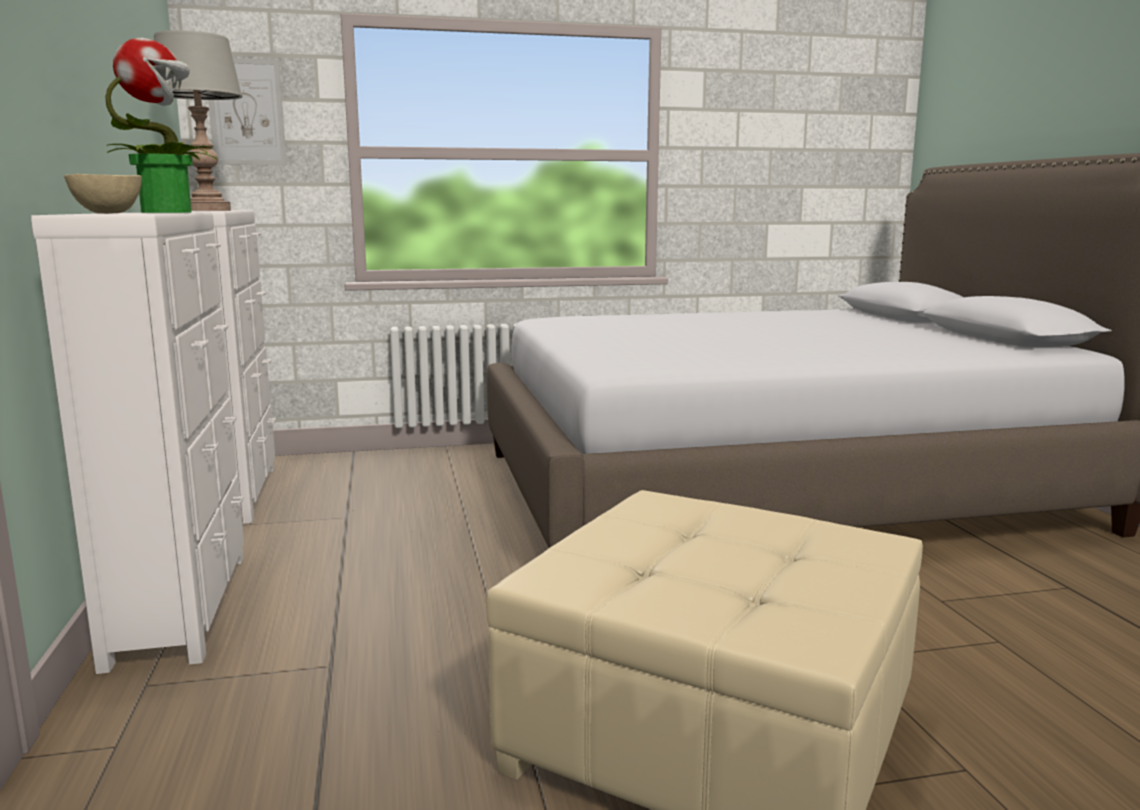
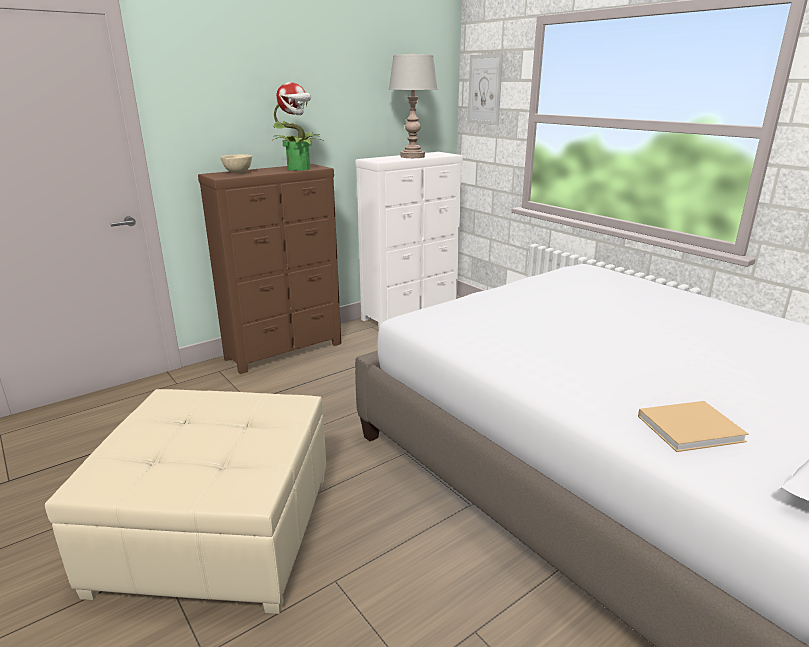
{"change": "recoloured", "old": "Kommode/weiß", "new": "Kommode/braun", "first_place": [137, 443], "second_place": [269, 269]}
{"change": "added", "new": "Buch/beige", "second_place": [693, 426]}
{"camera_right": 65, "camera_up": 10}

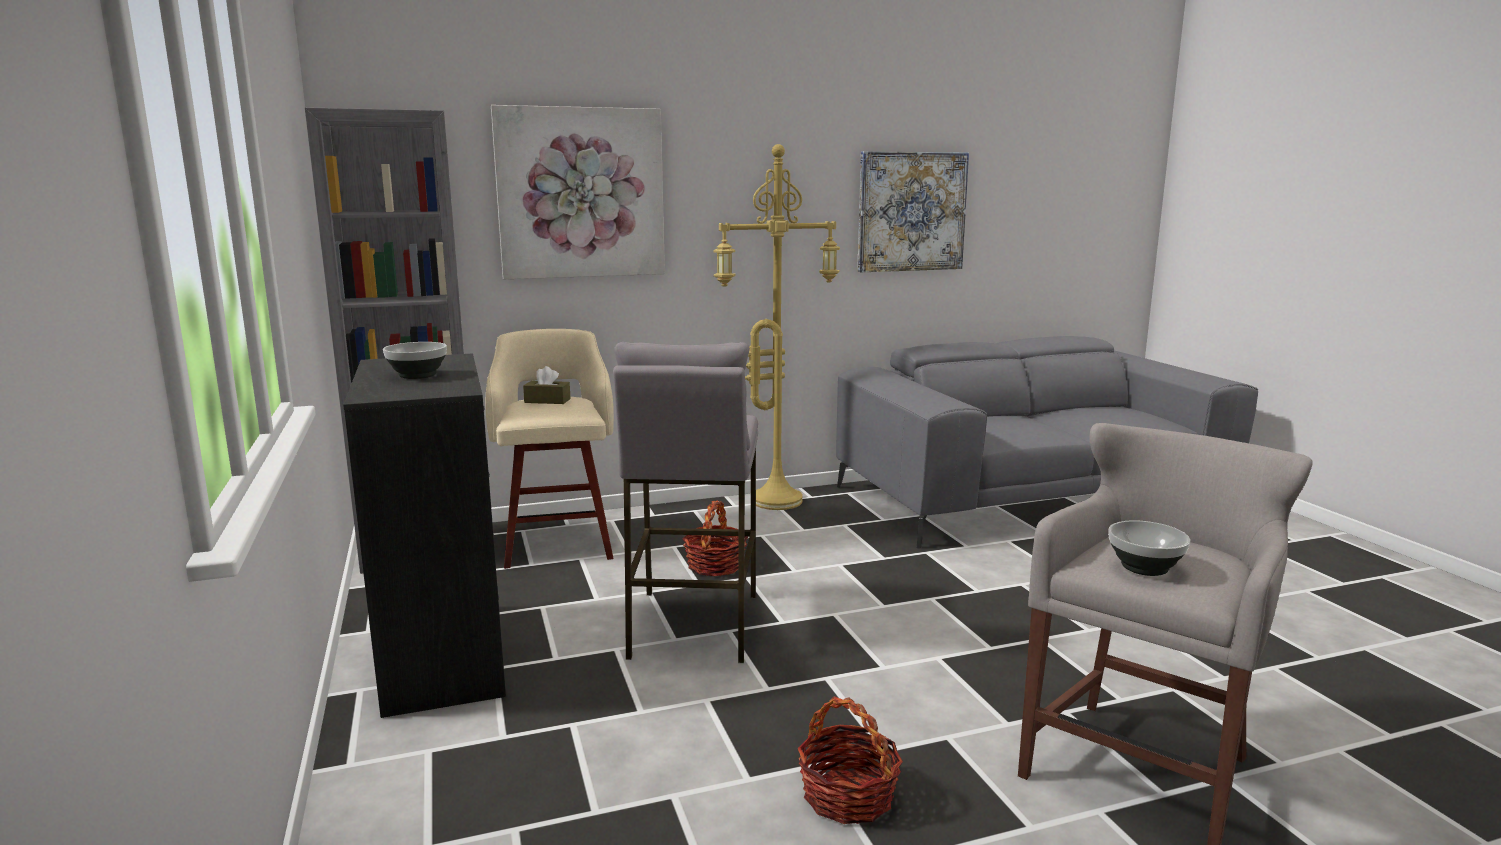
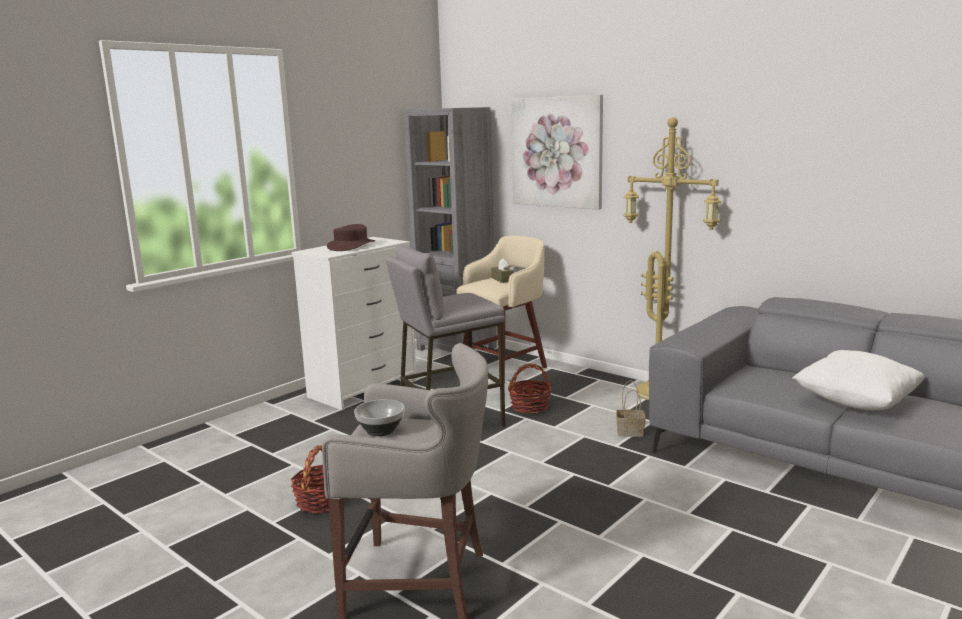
{"change": "recoloured", "old": "Kommode/schwarz", "new": "Kommode/weiß", "first_place": [424, 536], "second_place": [354, 323]}
{"change": "replaced", "old": "Schüssel", "new": "Hut/braun", "first_place": [415, 360], "second_place": [351, 237]}
{"change": "removed", "old": "Bild", "first_place": [913, 211]}
{"change": "added", "new": "Korb", "second_place": [630, 408]}
{"change": "added", "new": "Kissen/weiß", "second_place": [859, 380]}
{"camera_right": 60, "camera_up": 0}

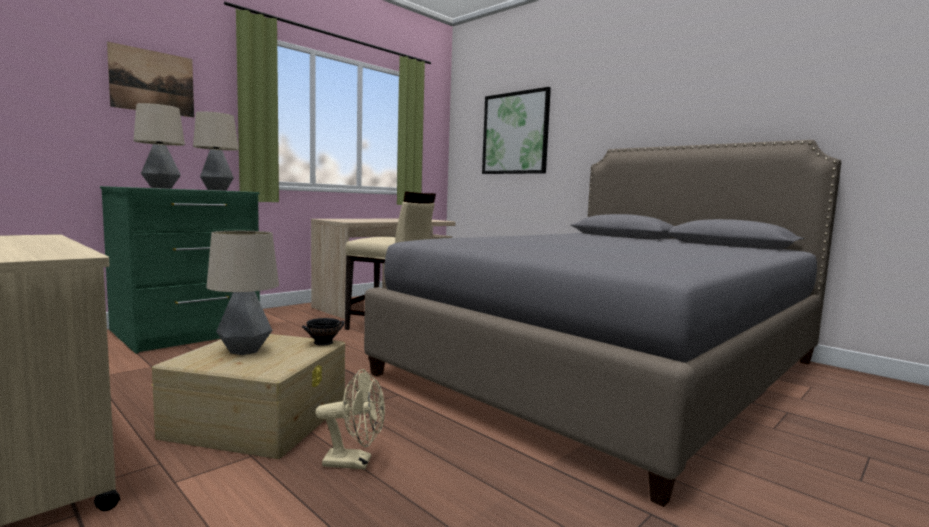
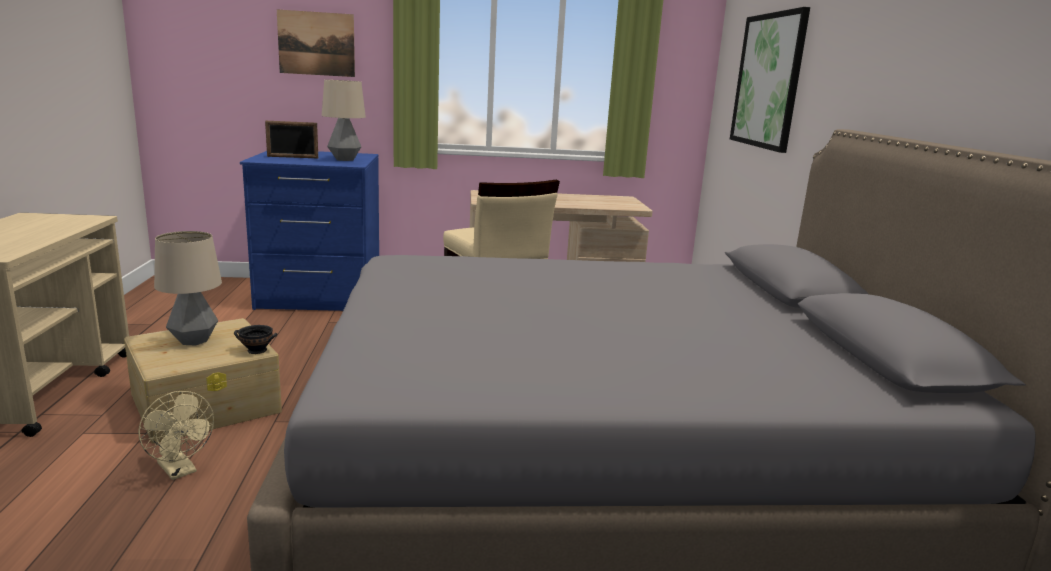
{"change": "recoloured", "old": "Kommode/grün", "new": "Kommode/blau", "first_place": [180, 270], "second_place": [309, 231]}
{"change": "replaced", "old": "Tischlampe", "new": "Bilderrahmen", "first_place": [159, 145], "second_place": [291, 139]}
{"camera_right": 40, "camera_up": 10}

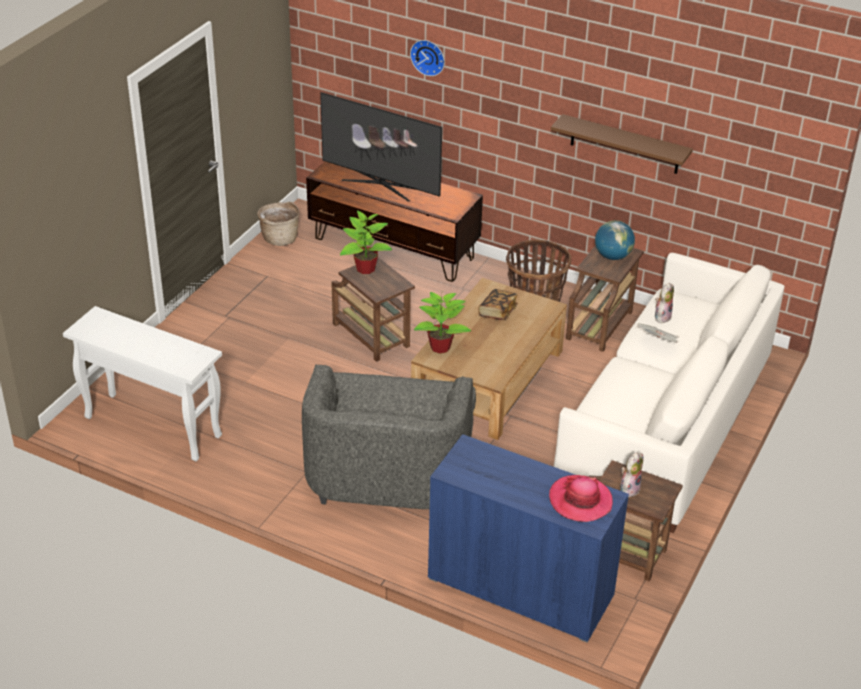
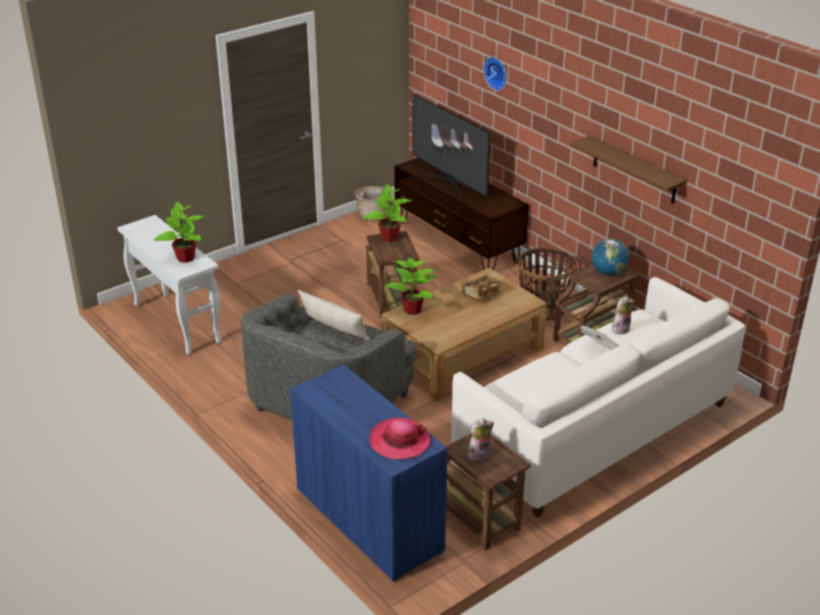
{"change": "added", "new": "Topfpflanze", "second_place": [179, 232]}
{"change": "added", "new": "Kissen/beige", "second_place": [334, 315]}
{"camera_right": 25, "camera_up": -5}

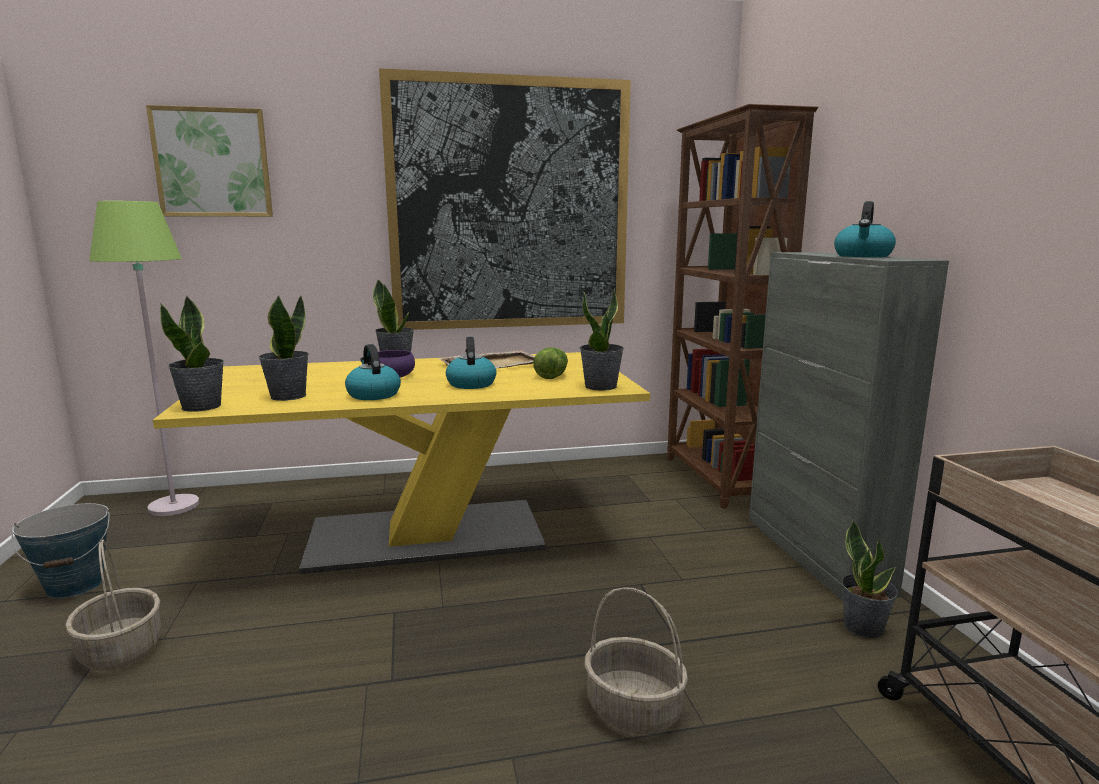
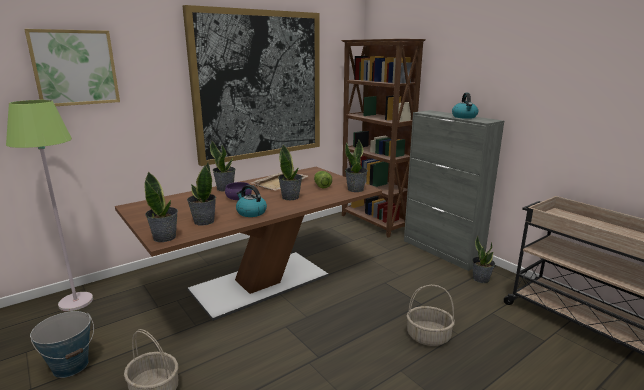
{"change": "recoloured", "old": "Esstisch/gelb", "new": "Esstisch/braun", "first_place": [401, 463], "second_place": [248, 244]}
{"change": "replaced", "old": "Wasserkessel", "new": "Topfpflanze", "first_place": [471, 363], "second_place": [290, 172]}
{"camera_right": -25, "camera_up": 5}

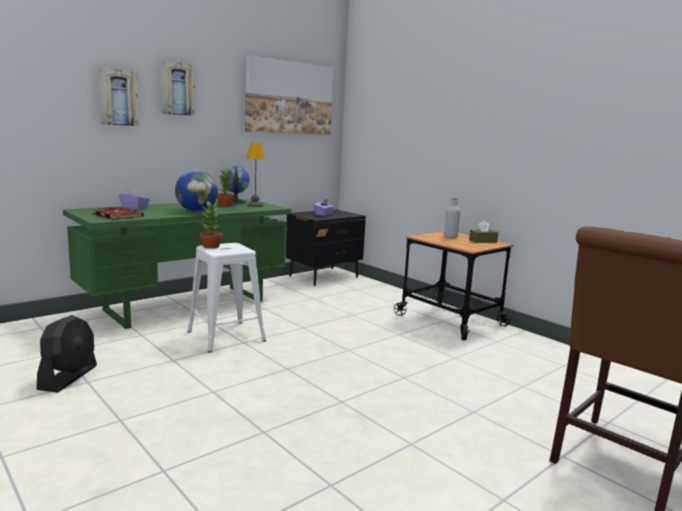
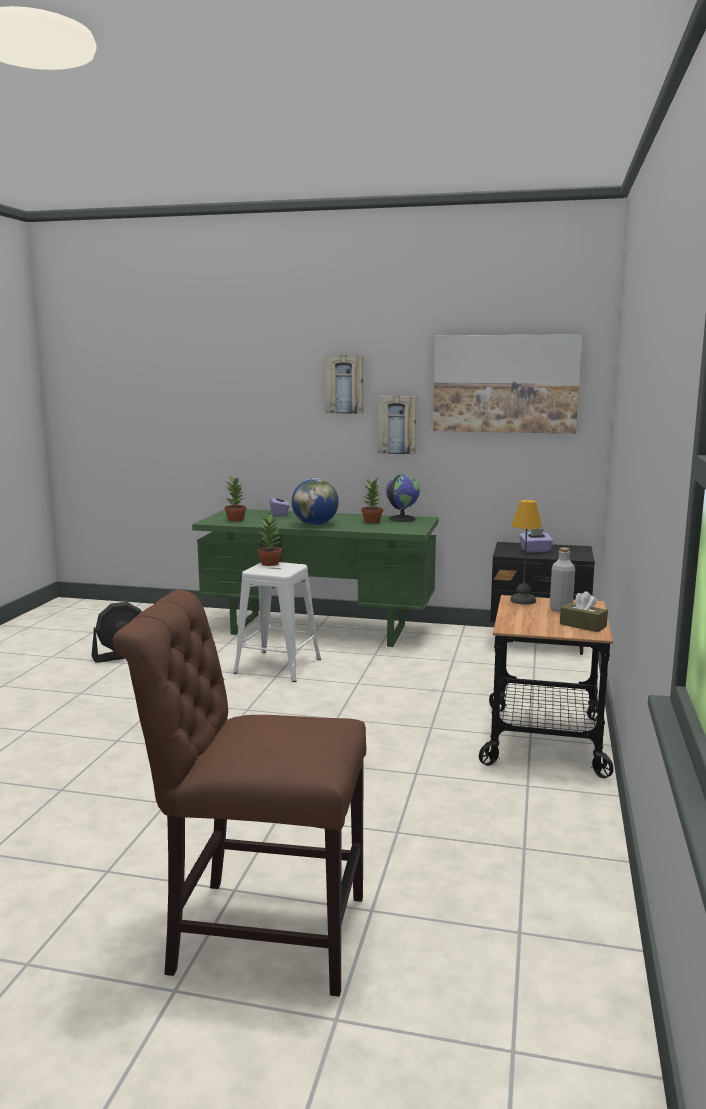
{"change": "replaced", "old": "Buch", "new": "Topfpflanze", "first_place": [118, 213], "second_place": [236, 498]}
{"change": "moved", "old": "Bild", "first_place": [118, 97], "second_place": [397, 425]}
{"change": "moved", "old": "Tischlampe", "first_place": [256, 175], "second_place": [526, 552]}
{"camera_right": 55, "camera_up": 0}

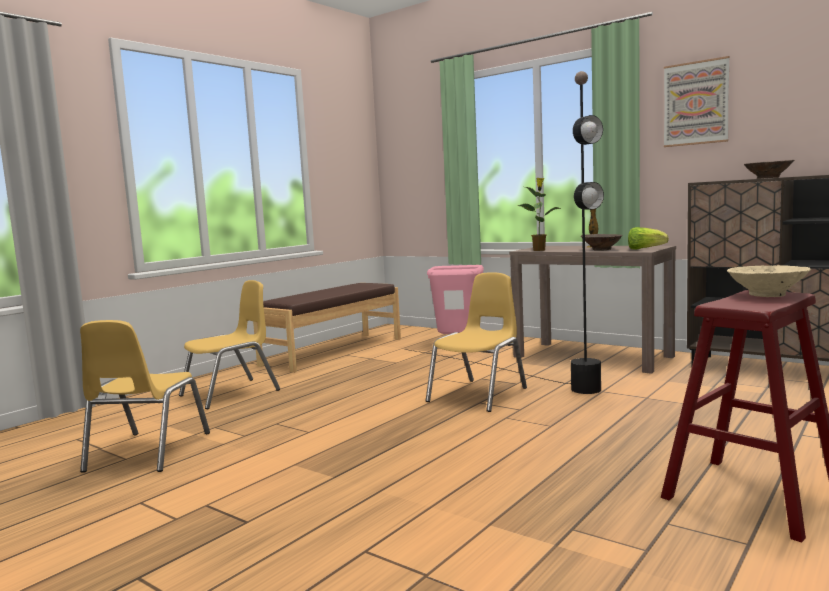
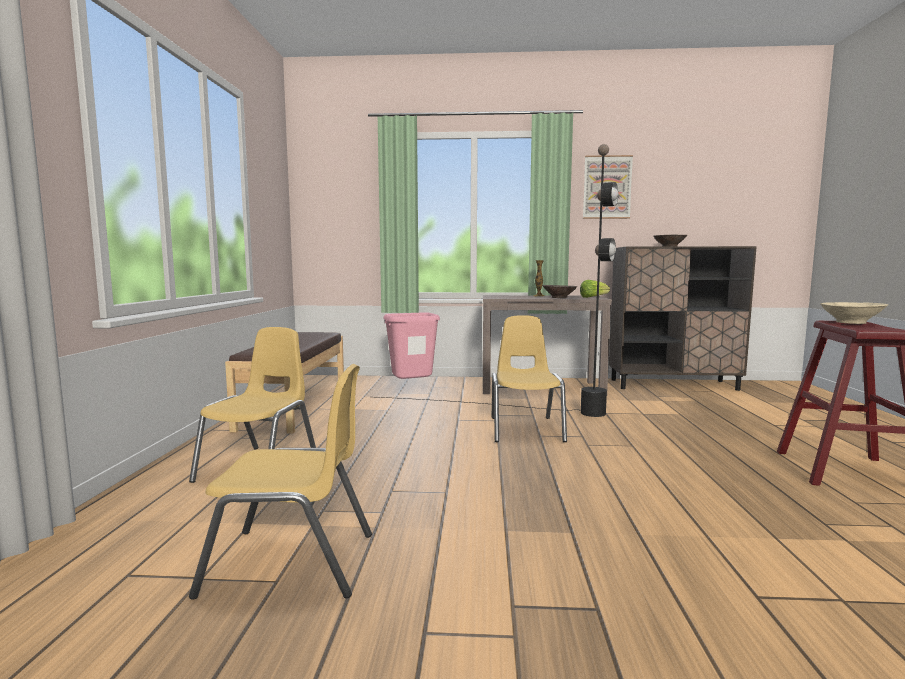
{"change": "turned", "old": "Stuhl/gelb", "first_place": [145, 396], "second_place": [280, 481], "degrees": -60}
{"change": "removed", "old": "Topfpflanze", "first_place": [539, 214]}
{"camera_right": -35, "camera_up": 0}

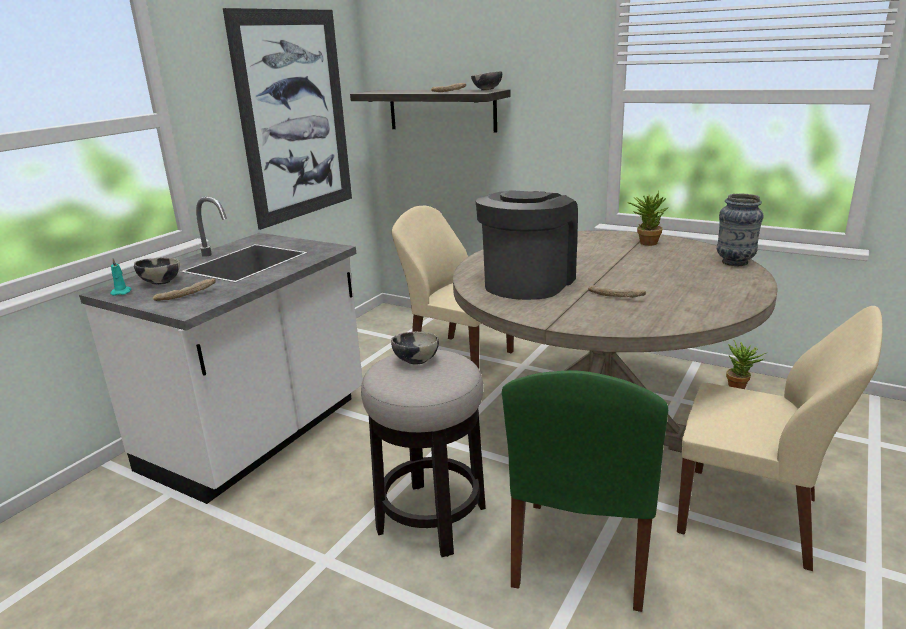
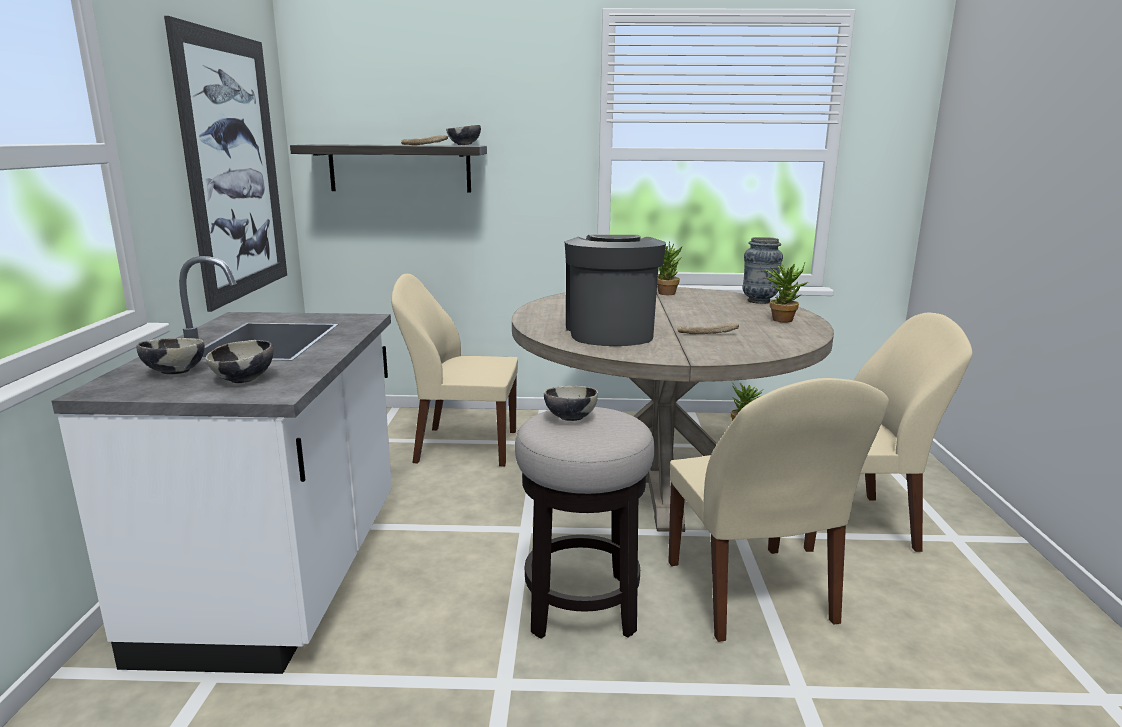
{"change": "removed", "old": "Kerze/türkis", "first_place": [121, 277]}
{"change": "replaced", "old": "Brot", "new": "Schüssel", "first_place": [184, 289], "second_place": [239, 361]}
{"change": "recoloured", "old": "Stuhl/grün", "new": "Stuhl/beige", "first_place": [585, 491], "second_place": [778, 510]}
{"change": "added", "new": "Topfpflanze", "second_place": [786, 293]}
{"camera_right": -30, "camera_up": -5}

